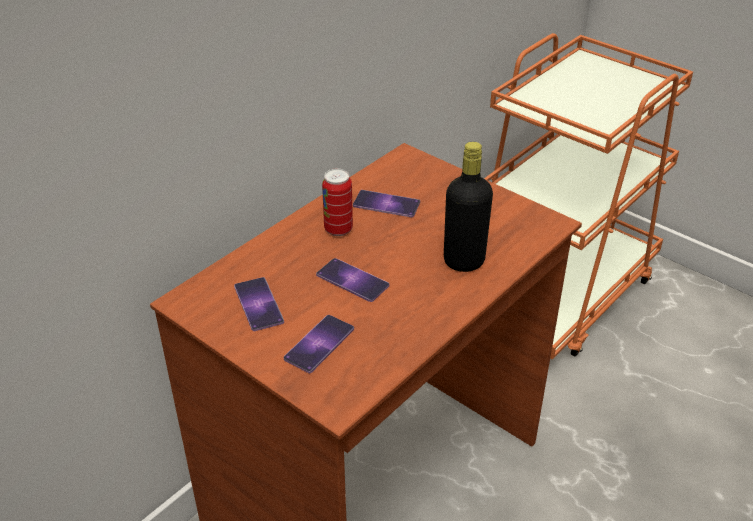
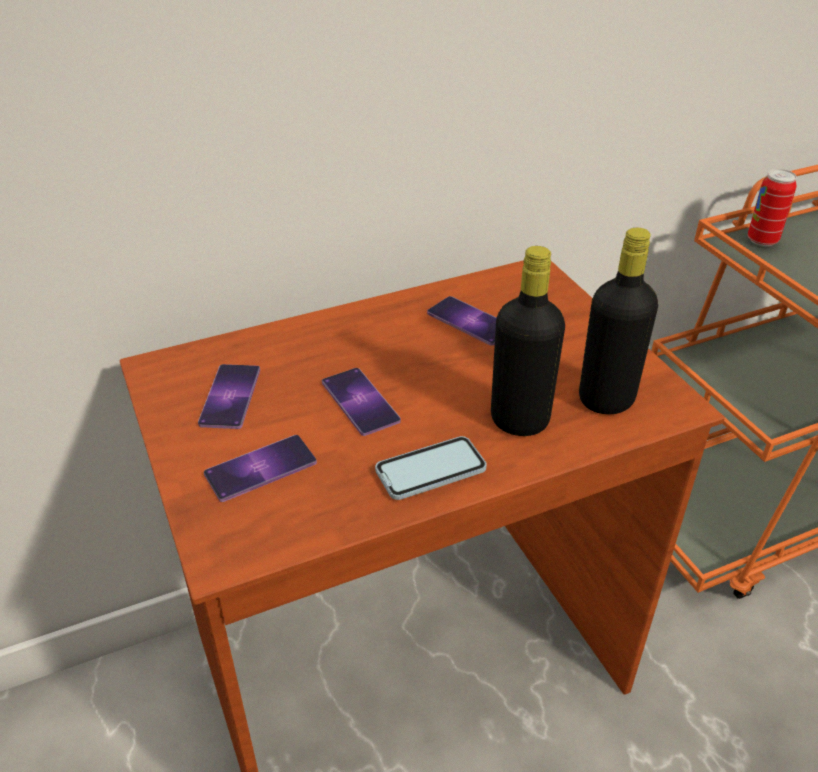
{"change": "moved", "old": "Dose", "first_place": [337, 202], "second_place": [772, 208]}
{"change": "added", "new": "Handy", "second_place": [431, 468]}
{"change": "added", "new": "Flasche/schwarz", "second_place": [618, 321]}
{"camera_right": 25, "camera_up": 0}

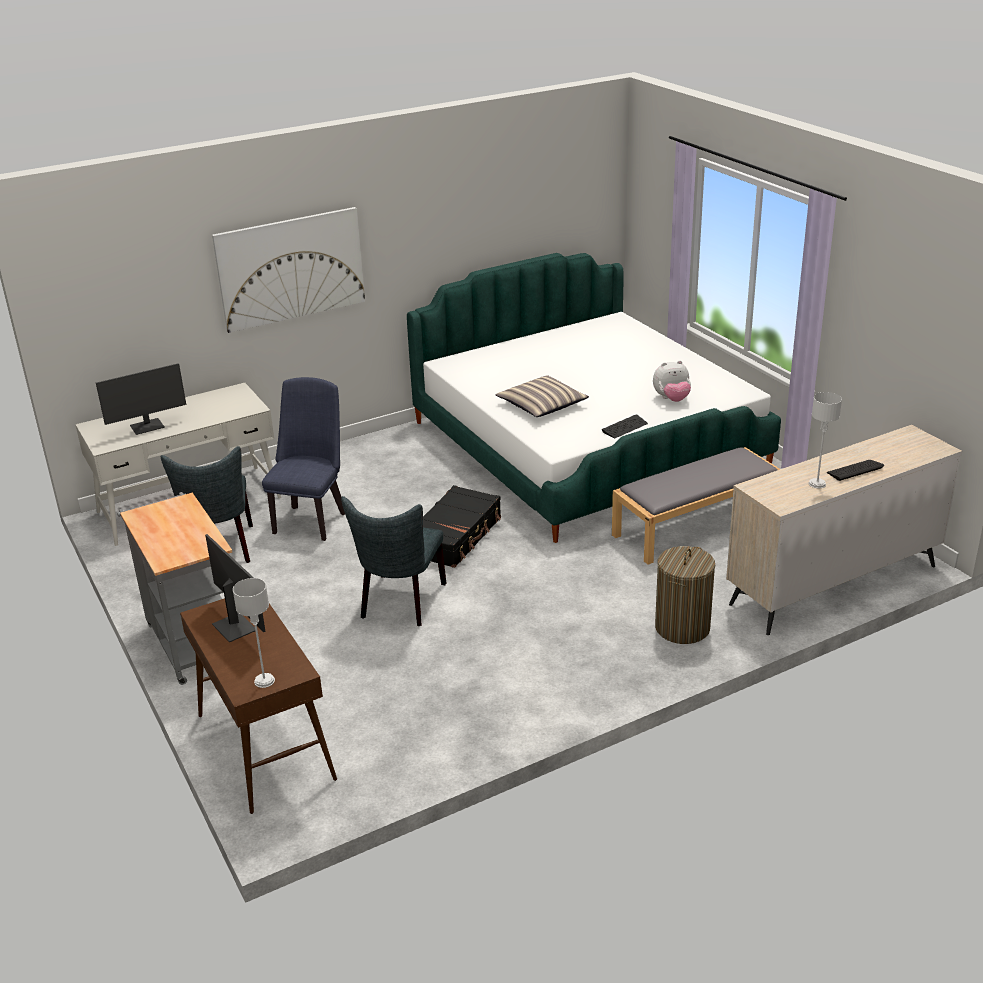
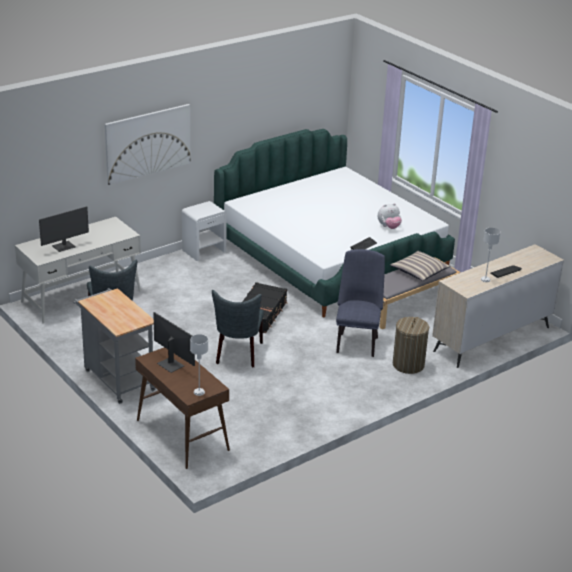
{"change": "moved", "old": "Stuhl/blau", "first_place": [303, 459], "second_place": [360, 303]}
{"change": "moved", "old": "Kissen", "first_place": [542, 396], "second_place": [420, 266]}
{"change": "added", "new": "Nachttisch/weiß", "second_place": [204, 231]}
{"camera_right": -10, "camera_up": 0}

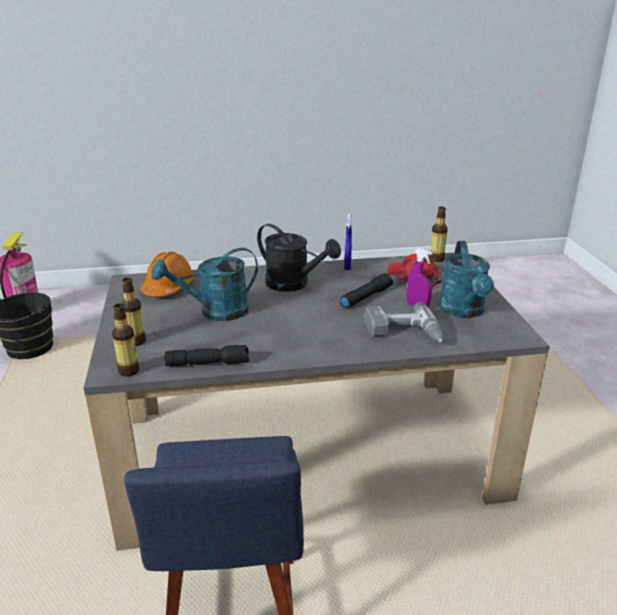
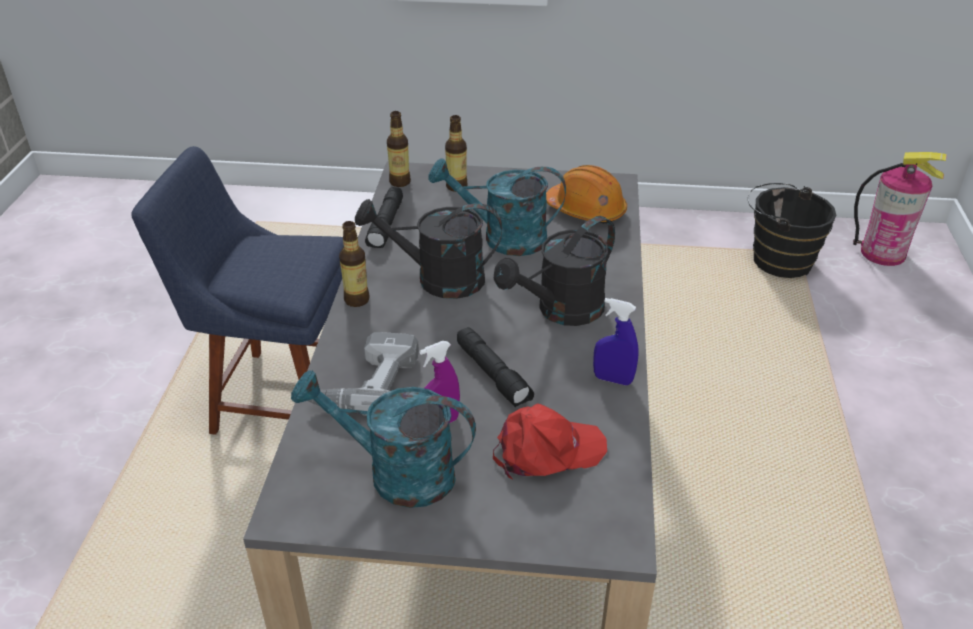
{"change": "turned", "old": "Gießkanne/türkis", "first_place": [205, 284], "second_place": [497, 207], "degrees": -75}
{"change": "moved", "old": "Flasche", "first_place": [438, 234], "second_place": [354, 264]}
{"change": "added", "new": "Gießkanne/schwarz", "second_place": [428, 249]}
{"camera_right": 105, "camera_up": 10}

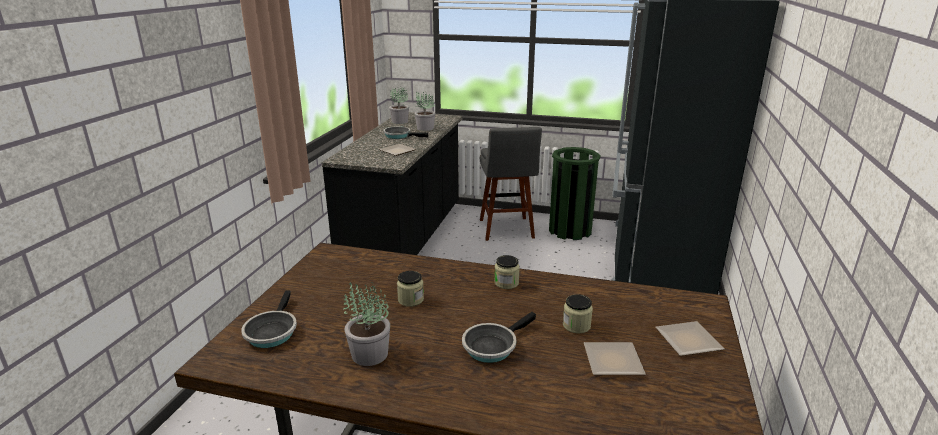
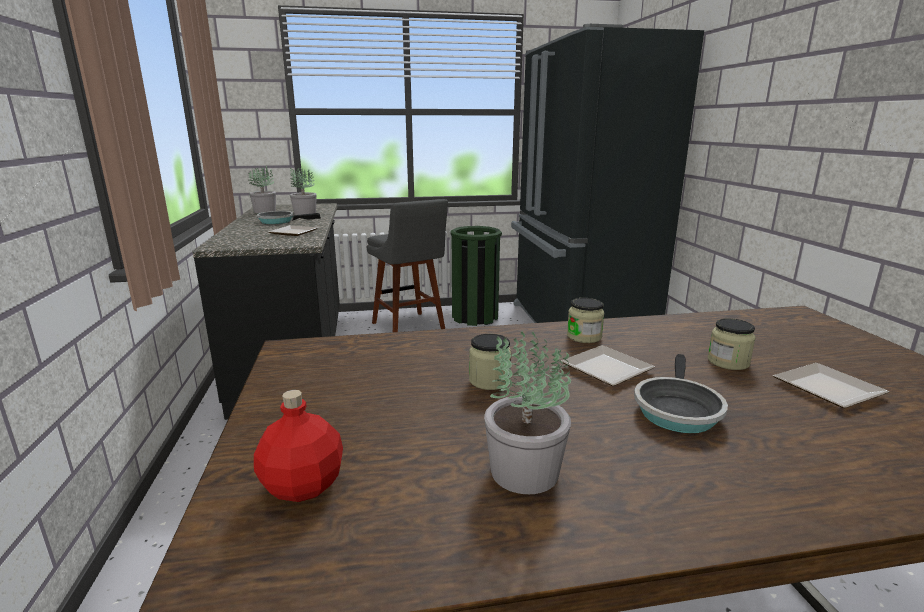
{"change": "replaced", "old": "Pfanne", "new": "Flasche/rot", "first_place": [269, 319], "second_place": [298, 446]}
{"change": "moved", "old": "Teller", "first_place": [690, 338], "second_place": [608, 365]}
{"camera_right": -25, "camera_up": -5}

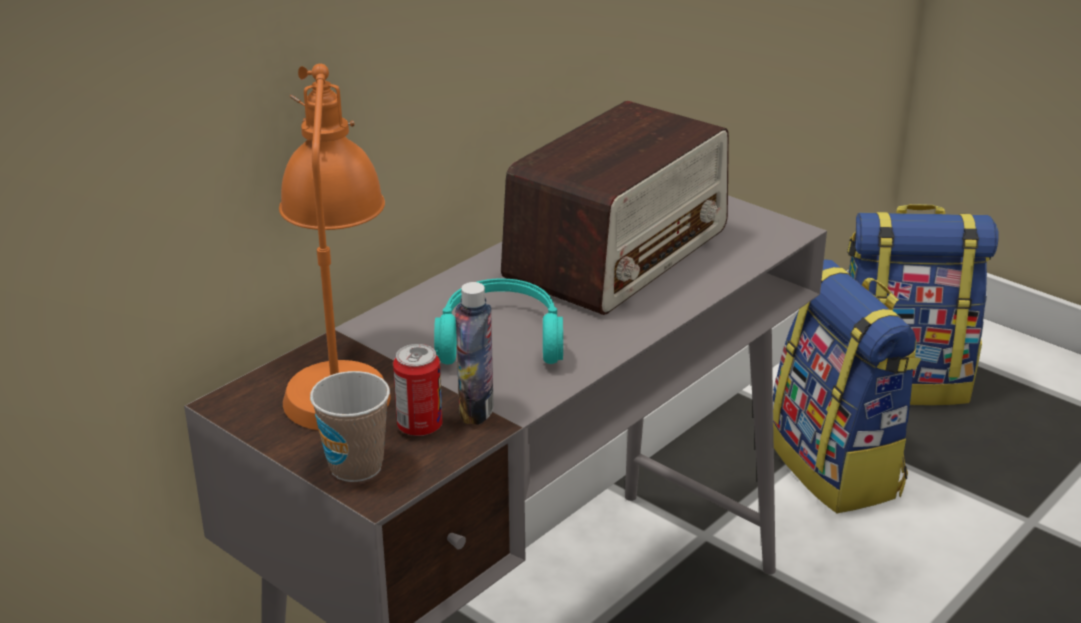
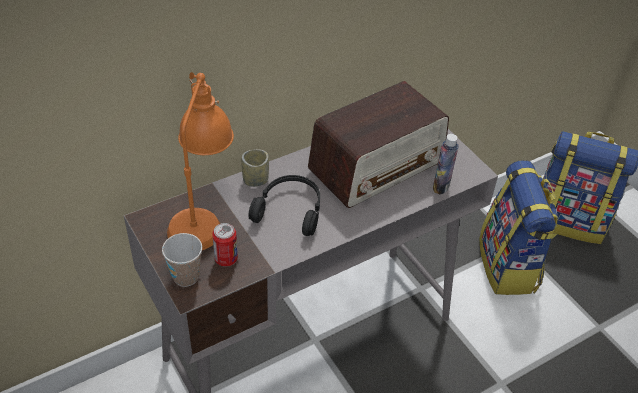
{"change": "recoloured", "old": "Kopfhörer/türkis", "new": "Kopfhörer/schwarz", "first_place": [498, 321], "second_place": [284, 205]}
{"change": "moved", "old": "Flasche", "first_place": [474, 353], "second_place": [446, 164]}
{"change": "added", "new": "Tasse", "second_place": [255, 168]}
{"camera_right": 15, "camera_up": 15}

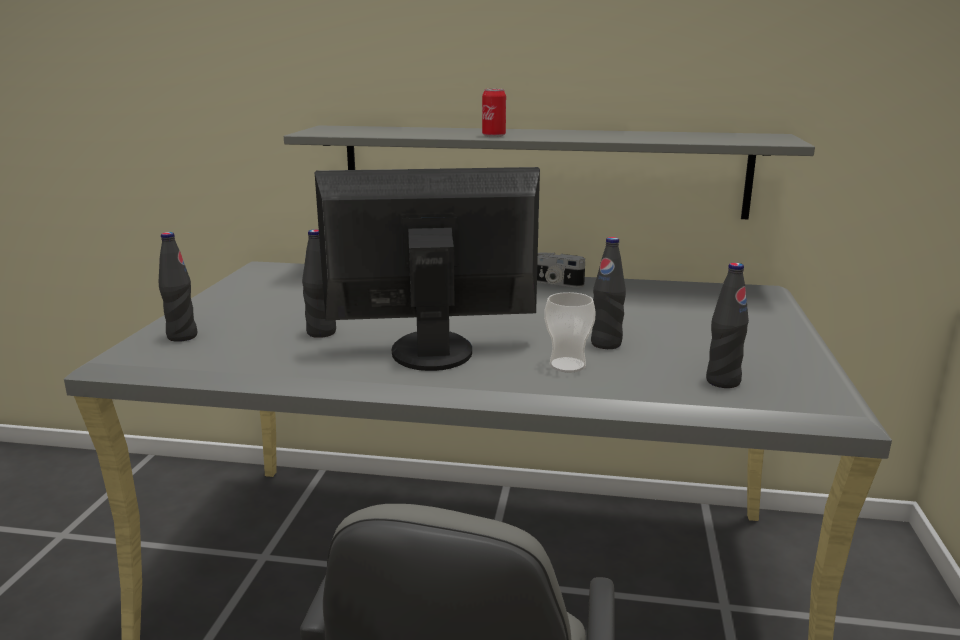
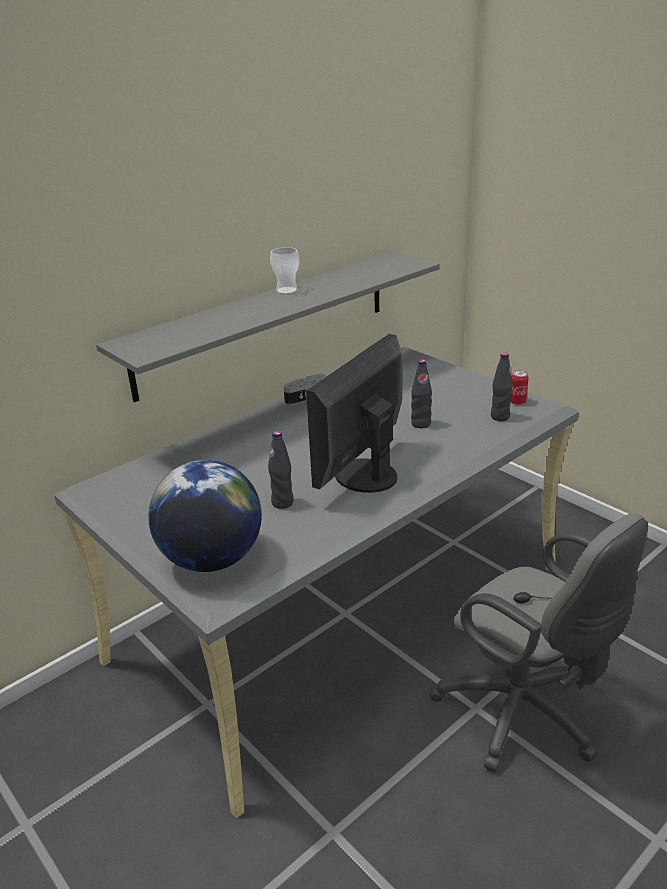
{"change": "replaced", "old": "Flasche/schwarz", "new": "Globus", "first_place": [178, 287], "second_place": [205, 516]}
{"change": "moved", "old": "Dose", "first_place": [494, 113], "second_place": [519, 387]}
{"change": "moved", "old": "Tasse", "first_place": [570, 332], "second_place": [285, 270]}
{"camera_right": -50, "camera_up": 10}

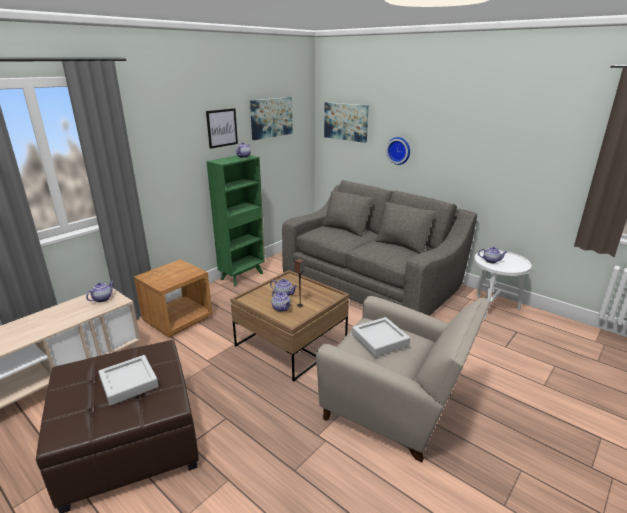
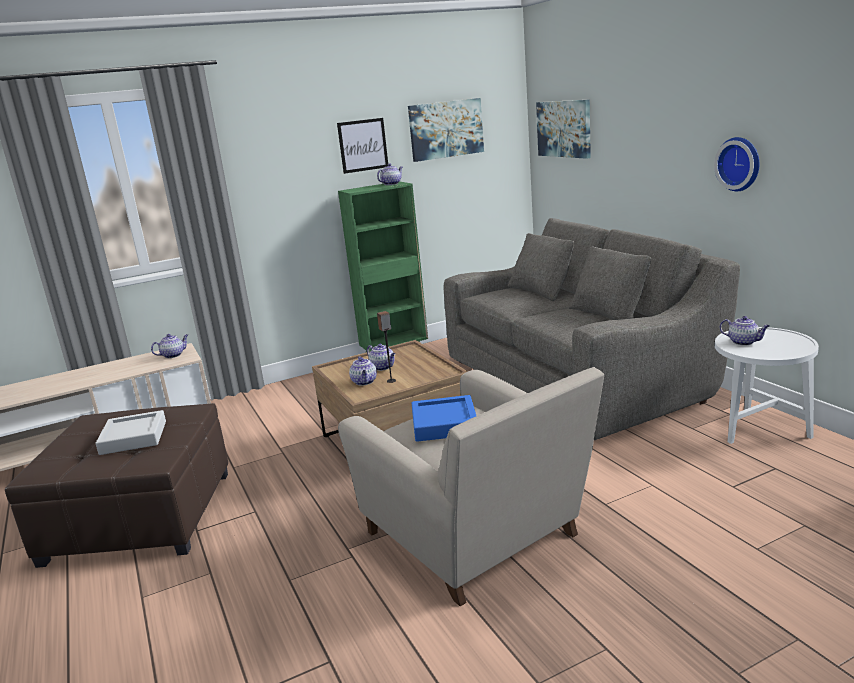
{"change": "removed", "old": "Nachttisch/braun", "first_place": [173, 298]}
{"change": "recoloured", "old": "Tablett/grau", "new": "Tablett/blau", "first_place": [381, 337], "second_place": [444, 418]}
{"change": "moved", "old": "Wanduhr", "first_place": [398, 151], "second_place": [736, 164]}
{"camera_right": 25, "camera_up": -5}

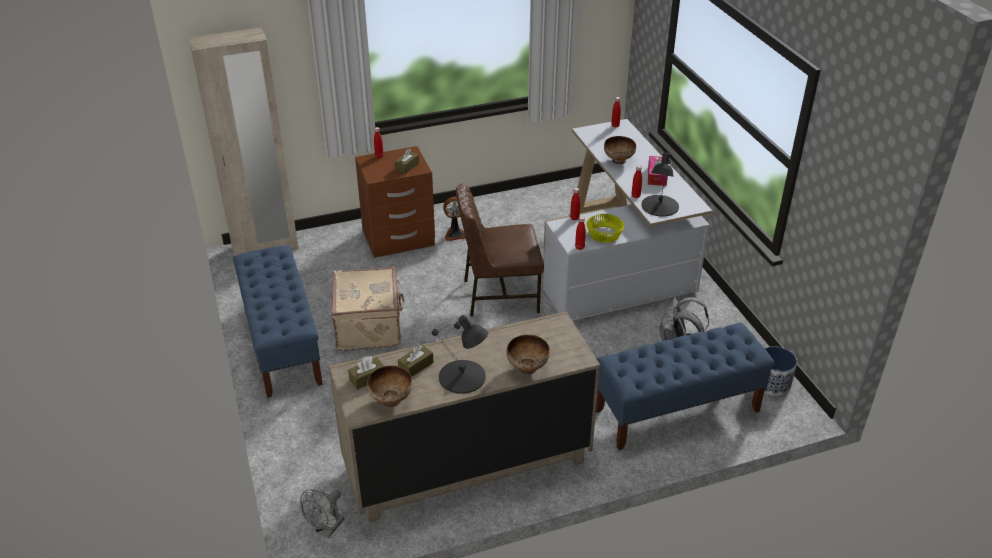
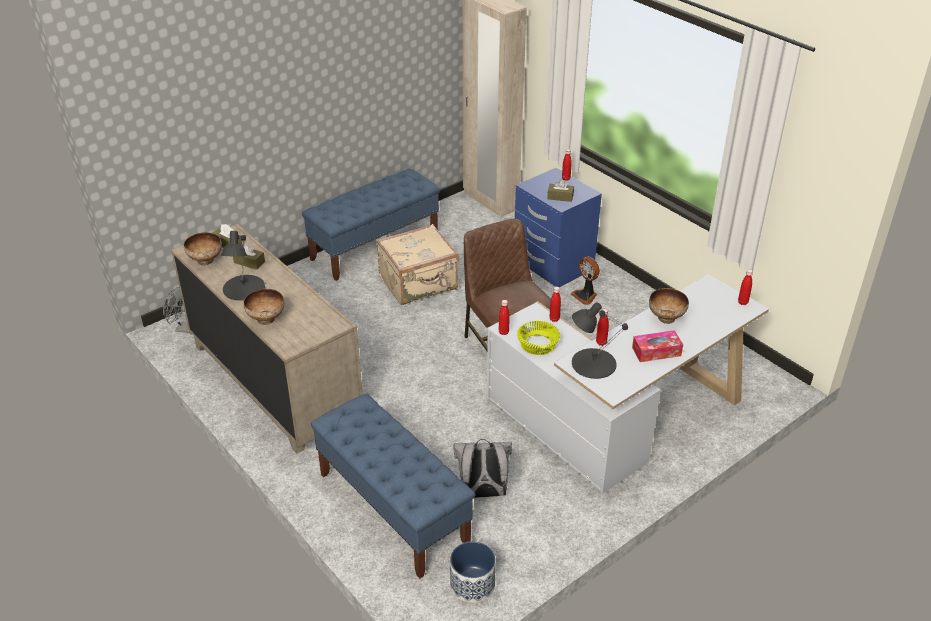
{"change": "recoloured", "old": "Nachttisch/braun", "new": "Nachttisch/blau", "first_place": [395, 202], "second_place": [558, 227]}
{"camera_right": 70, "camera_up": 0}

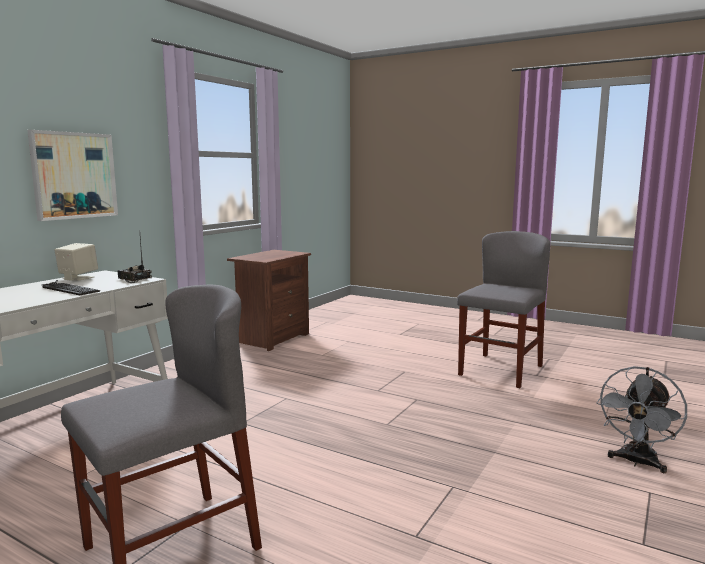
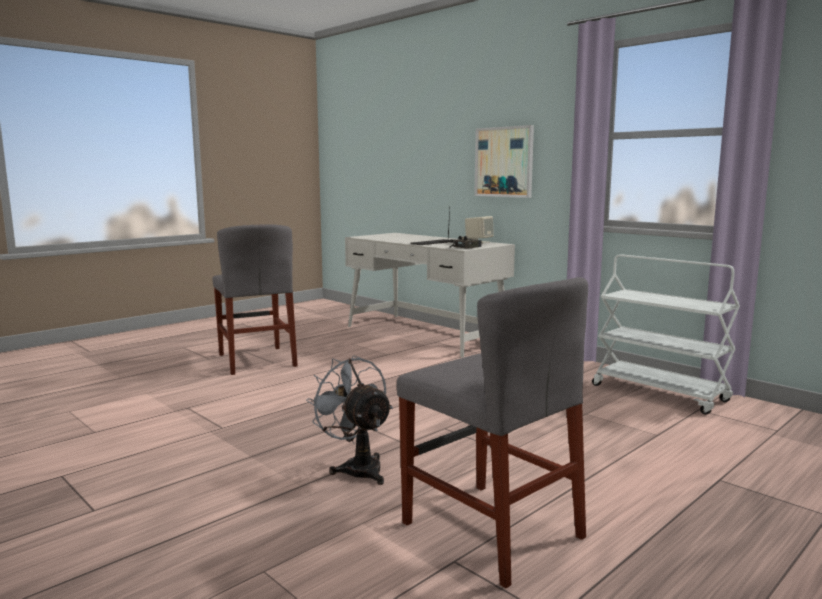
{"change": "replaced", "old": "Nachttisch/braun", "new": "Rollwagen/weiß", "first_place": [269, 300], "second_place": [666, 334]}
{"change": "moved", "old": "Ventilator/grau", "first_place": [642, 419], "second_place": [349, 420]}
{"camera_right": 105, "camera_up": 0}

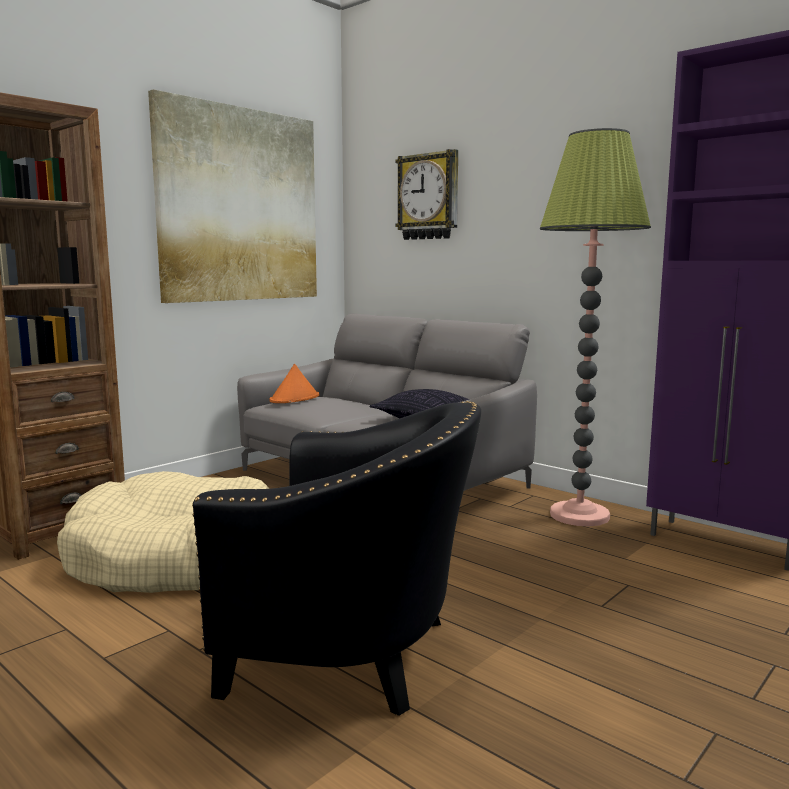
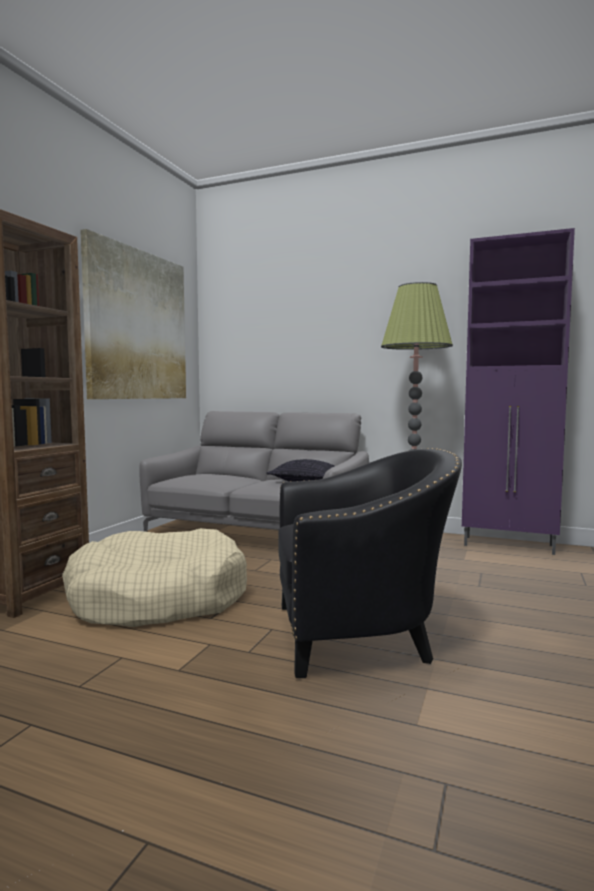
{"change": "removed", "old": "Hut/orange", "first_place": [294, 383]}
{"change": "removed", "old": "Wanduhr", "first_place": [427, 194]}
{"camera_right": -20, "camera_up": -5}

